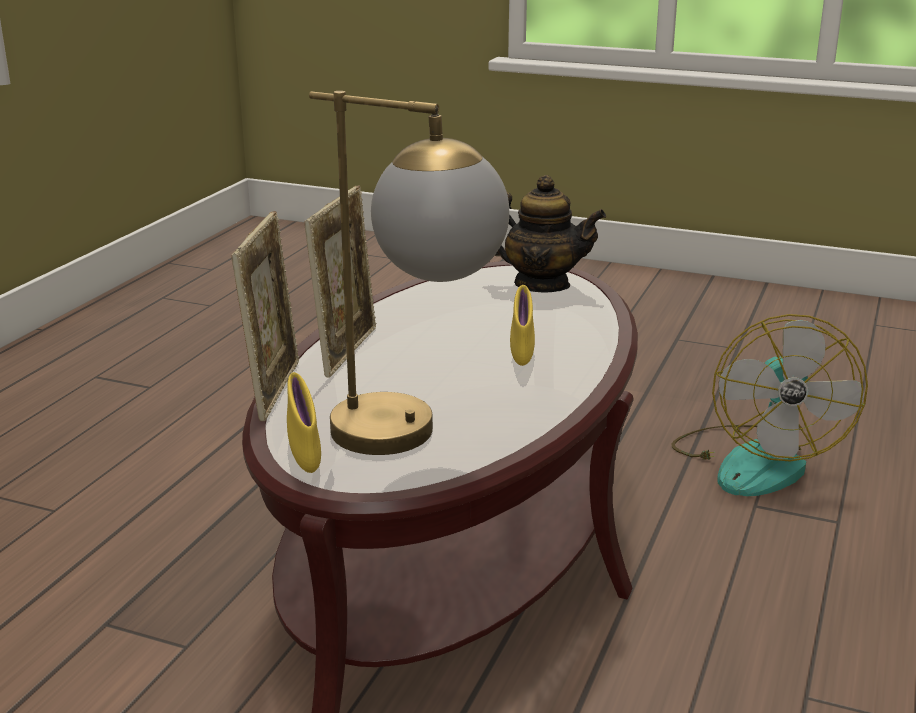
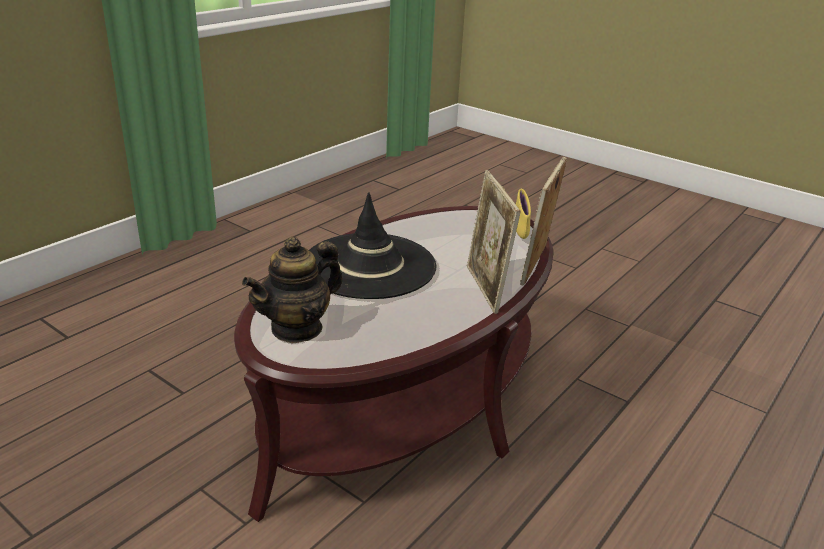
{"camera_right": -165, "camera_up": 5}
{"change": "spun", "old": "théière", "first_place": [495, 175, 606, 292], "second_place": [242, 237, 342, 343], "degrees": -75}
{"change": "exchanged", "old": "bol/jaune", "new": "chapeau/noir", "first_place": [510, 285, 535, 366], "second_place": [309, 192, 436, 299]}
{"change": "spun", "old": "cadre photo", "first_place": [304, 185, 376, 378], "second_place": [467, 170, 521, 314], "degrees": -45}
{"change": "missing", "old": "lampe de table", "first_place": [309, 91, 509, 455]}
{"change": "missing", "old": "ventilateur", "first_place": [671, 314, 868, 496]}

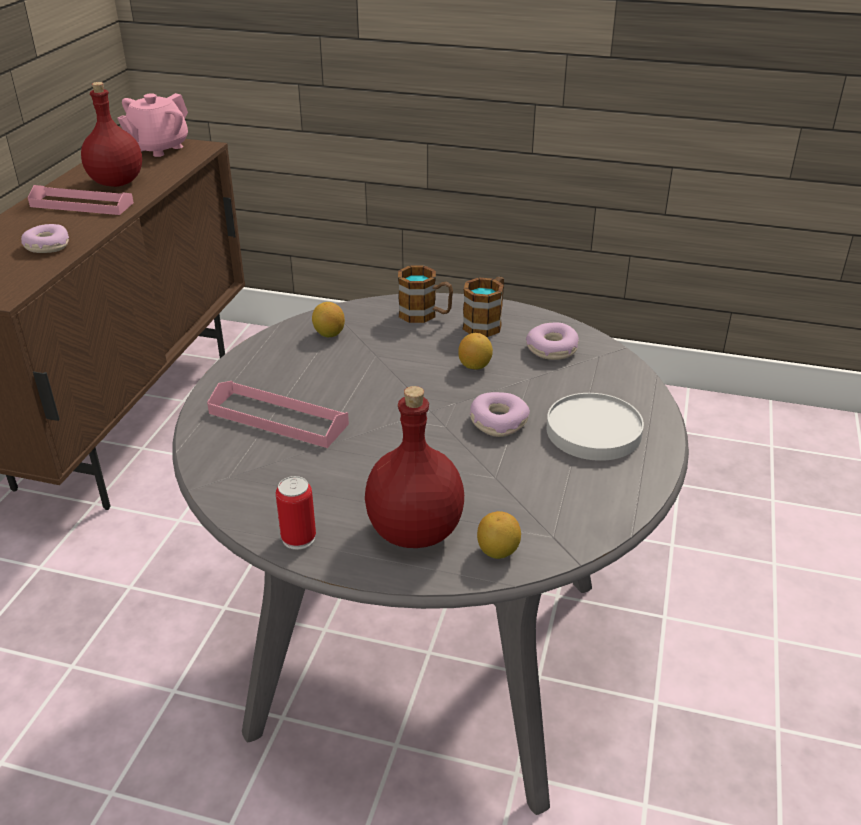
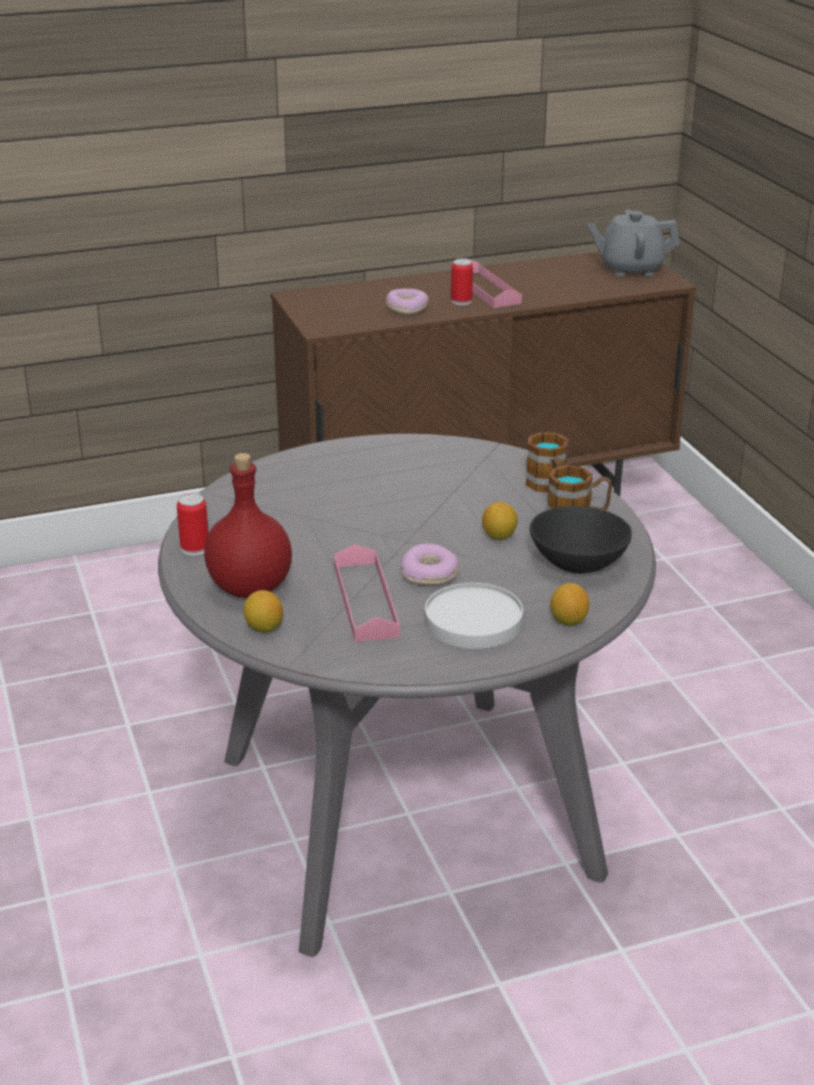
{"camera_right": 55, "camera_up": -5}
{"change": "relocated", "old": "plateau/rose", "first_place": [207, 381, 349, 448], "second_place": [334, 544, 400, 642]}
{"change": "appeared", "new": "boîte métallique", "second_place": [451, 259, 473, 305]}
{"change": "exchanged", "old": "beignet", "new": "bol/noir", "first_place": [526, 322, 579, 360], "second_place": [530, 506, 632, 573]}
{"change": "relocated", "old": "citron", "first_place": [312, 302, 345, 337], "second_place": [550, 583, 589, 625]}
{"change": "colour", "old": "théière/rose", "new": "théière/gris", "first_place": [118, 93, 188, 157], "second_place": [588, 210, 680, 276]}
{"change": "missing", "old": "bouteille/rouge", "first_place": [81, 82, 142, 187]}

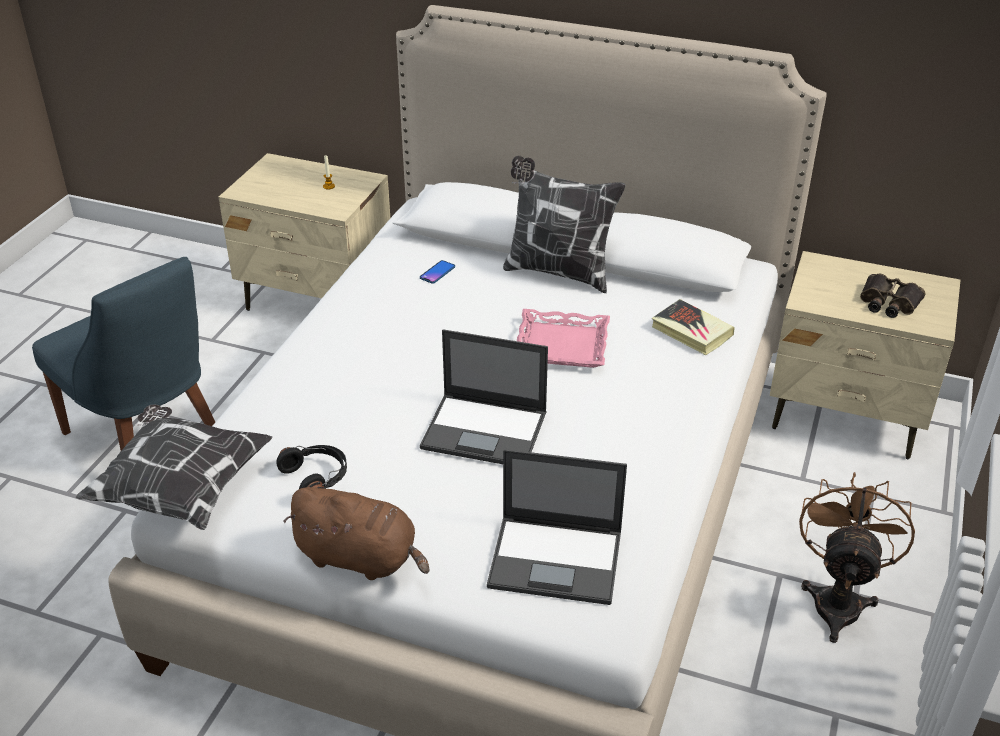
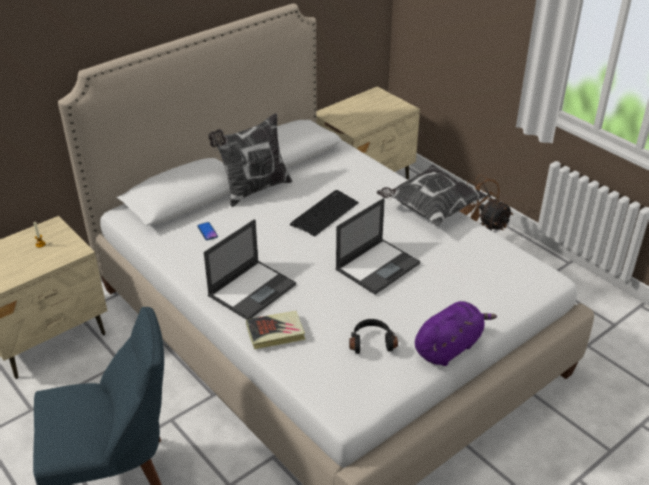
{"camera_right": -60, "camera_up": 0}
{"change": "relocated", "old": "ordinateur portable", "first_place": [487, 449, 627, 605], "second_place": [204, 219, 296, 319]}
{"change": "relocated", "old": "livre", "first_place": [652, 299, 734, 355], "second_place": [246, 311, 306, 350]}
{"change": "exchanged", "old": "plateau/rose", "new": "clavier", "first_place": [517, 309, 610, 368], "second_place": [290, 190, 359, 236]}
{"change": "relocated", "old": "coussin", "first_place": [76, 404, 273, 530], "second_place": [377, 165, 488, 226]}
{"change": "colour", "old": "peluche/marron", "new": "peluche/violet", "first_place": [283, 487, 429, 580], "second_place": [415, 301, 497, 366]}
{"change": "missing", "old": "jumelles", "first_place": [860, 274, 926, 318]}

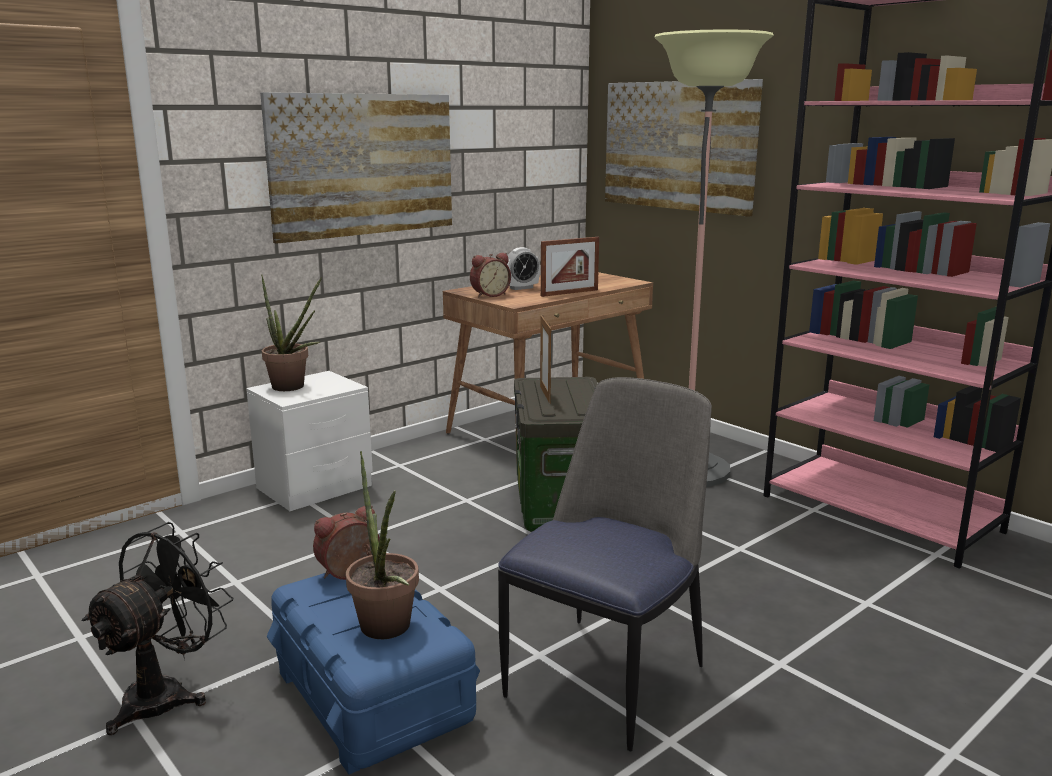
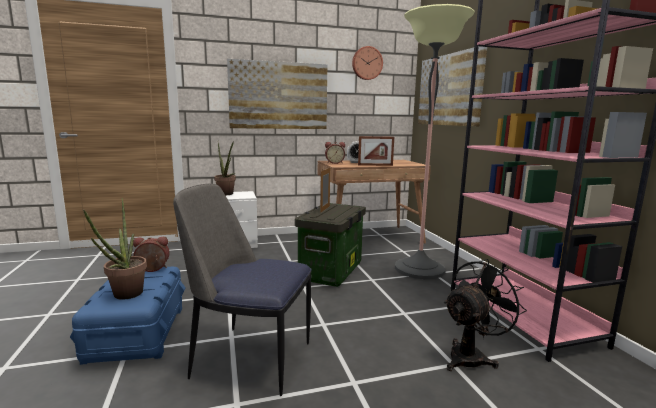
{"camera_right": 25, "camera_up": -5}
{"change": "spun", "old": "chaise", "first_place": [498, 377, 712, 751], "second_place": [173, 184, 312, 396], "degrees": -135}
{"change": "appeared", "new": "horloge murale", "second_place": [352, 46, 383, 80]}
{"change": "relocated", "old": "ventilateur/noir", "first_place": [82, 522, 233, 735], "second_place": [444, 259, 527, 371]}

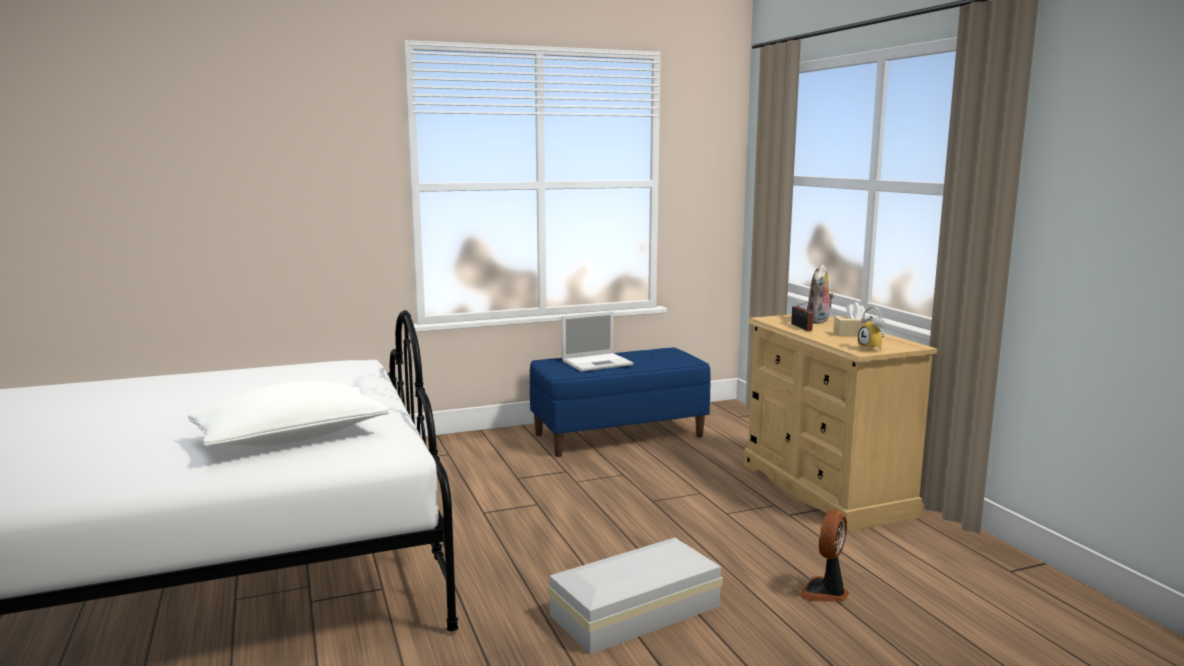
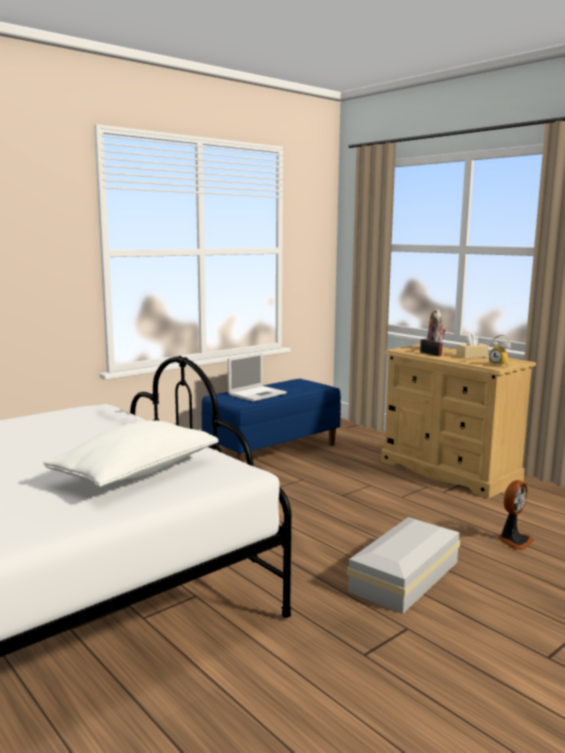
{"camera_right": -20, "camera_up": 0}
{"change": "spun", "old": "ventilateur", "first_place": [799, 509, 849, 601], "second_place": [497, 480, 534, 551], "degrees": -150}

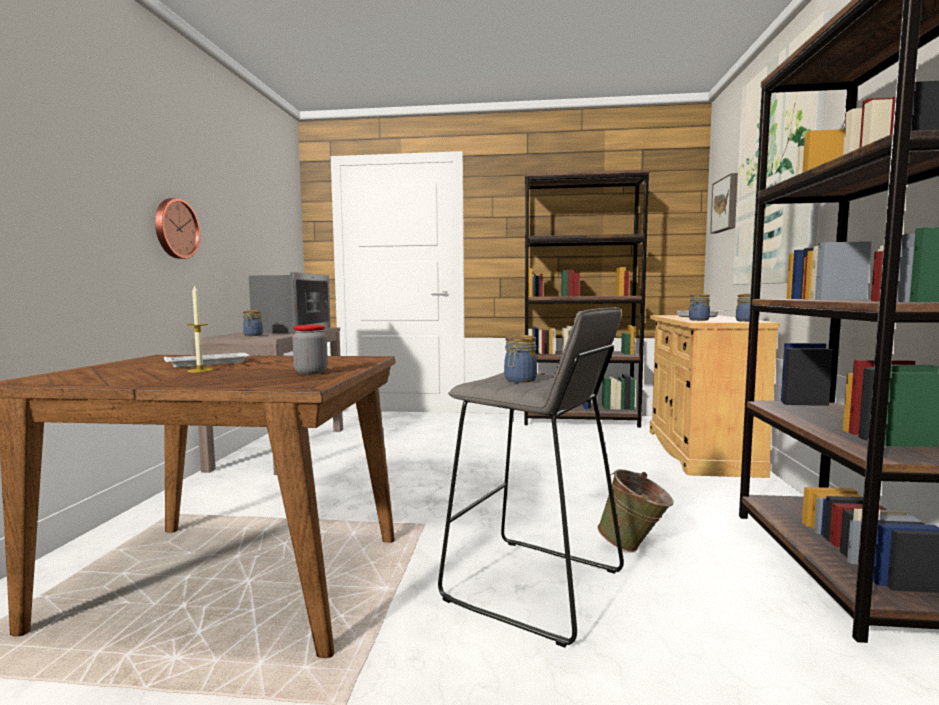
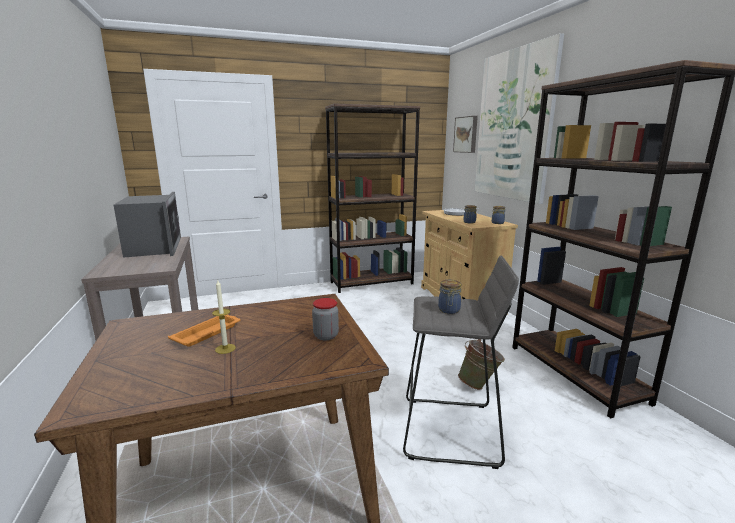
{"camera_right": -25, "camera_up": 10}
{"change": "colour", "old": "plateau/blanc", "new": "plateau/orange", "first_place": [164, 353, 251, 368], "second_place": [168, 315, 240, 347]}
{"change": "missing", "old": "horloge murale", "first_place": [155, 198, 200, 259]}
{"change": "missing", "old": "bocal", "first_place": [243, 310, 263, 336]}

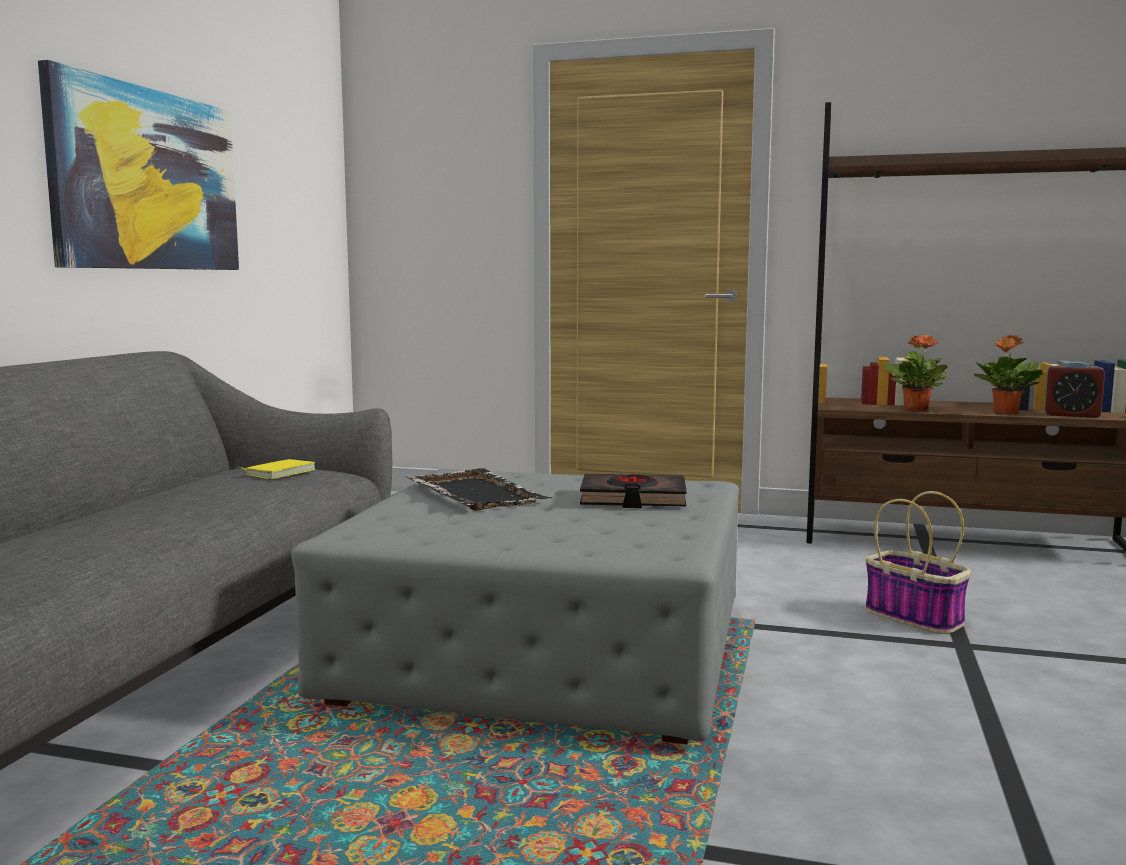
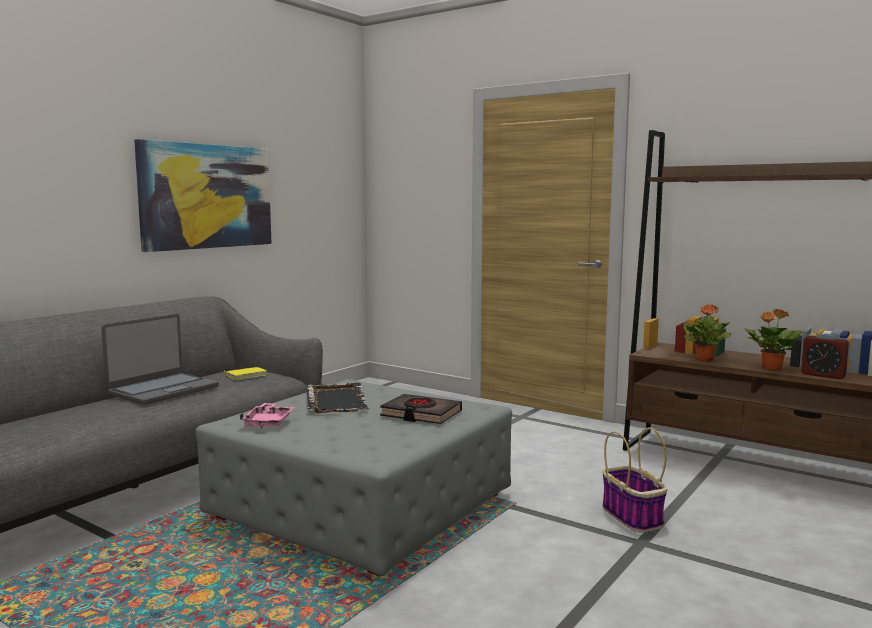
{"camera_right": 20, "camera_up": 0}
{"change": "appeared", "new": "ordinateur portable", "second_place": [101, 314, 219, 405]}
{"change": "appeared", "new": "plateau/rose", "second_place": [239, 403, 294, 428]}

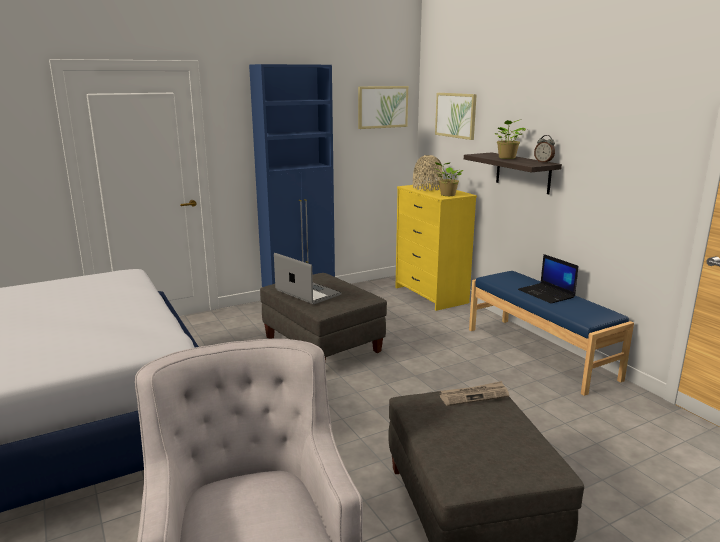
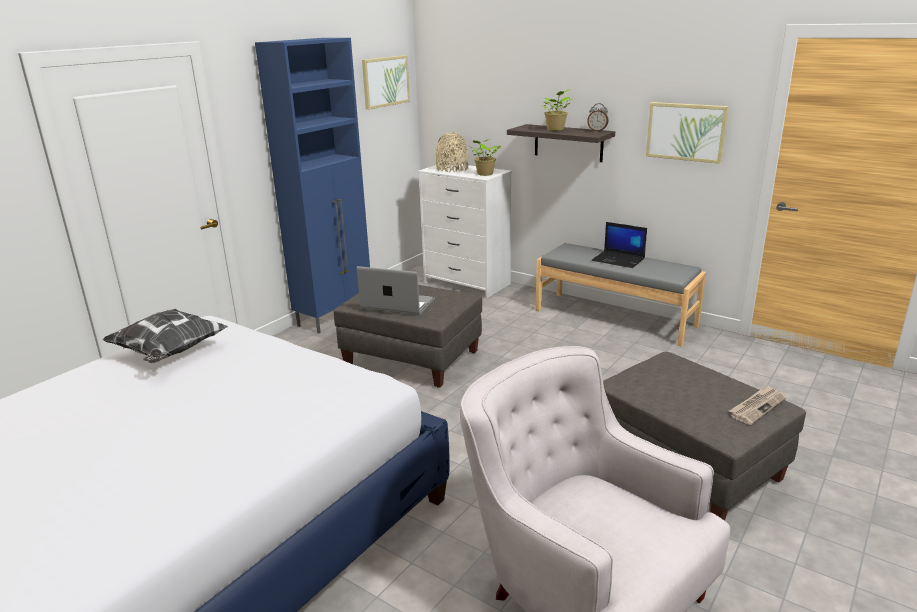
{"camera_right": -25, "camera_up": 5}
{"change": "appeared", "new": "coussin", "second_place": [102, 309, 228, 363]}
{"change": "colour", "old": "commode/jaune", "new": "commode/blanc", "first_place": [396, 183, 477, 311], "second_place": [418, 163, 512, 298]}
{"change": "colour", "old": "banc/bleu", "new": "banc/gris", "first_place": [469, 271, 634, 396], "second_place": [536, 243, 706, 347]}
{"change": "relocated", "old": "tableau", "first_place": [435, 93, 477, 140], "second_place": [646, 102, 729, 164]}
{"change": "relocated", "old": "journal", "first_place": [439, 381, 509, 406], "second_place": [729, 385, 786, 425]}

